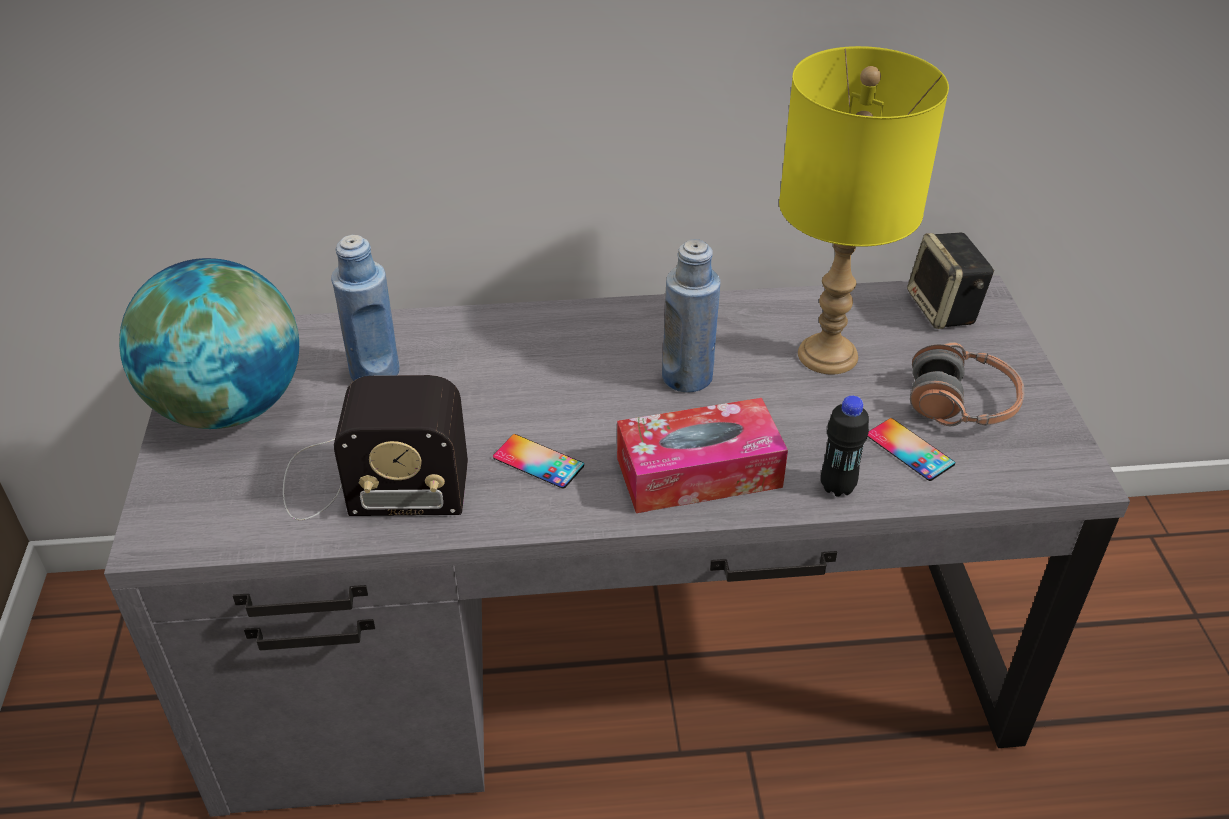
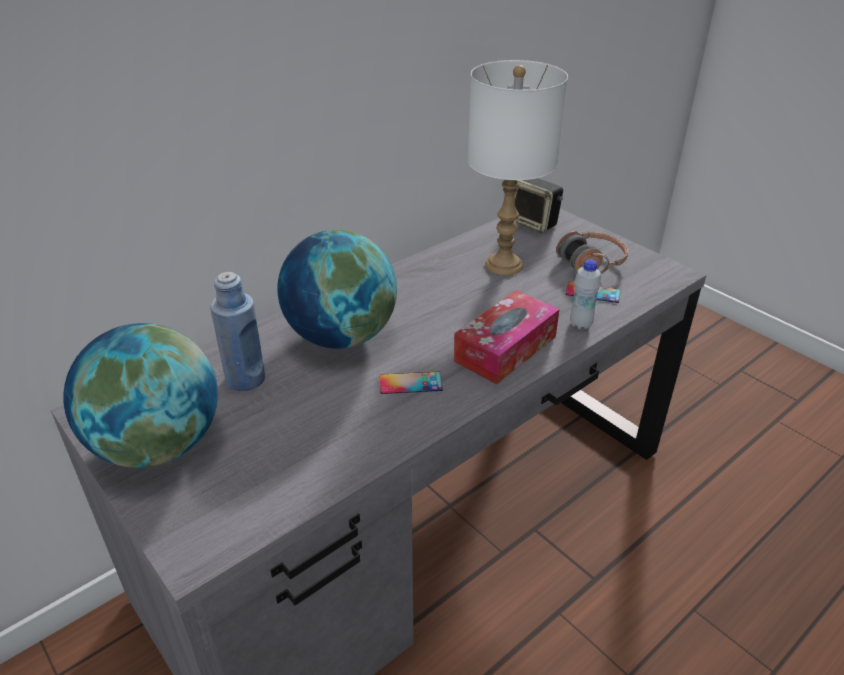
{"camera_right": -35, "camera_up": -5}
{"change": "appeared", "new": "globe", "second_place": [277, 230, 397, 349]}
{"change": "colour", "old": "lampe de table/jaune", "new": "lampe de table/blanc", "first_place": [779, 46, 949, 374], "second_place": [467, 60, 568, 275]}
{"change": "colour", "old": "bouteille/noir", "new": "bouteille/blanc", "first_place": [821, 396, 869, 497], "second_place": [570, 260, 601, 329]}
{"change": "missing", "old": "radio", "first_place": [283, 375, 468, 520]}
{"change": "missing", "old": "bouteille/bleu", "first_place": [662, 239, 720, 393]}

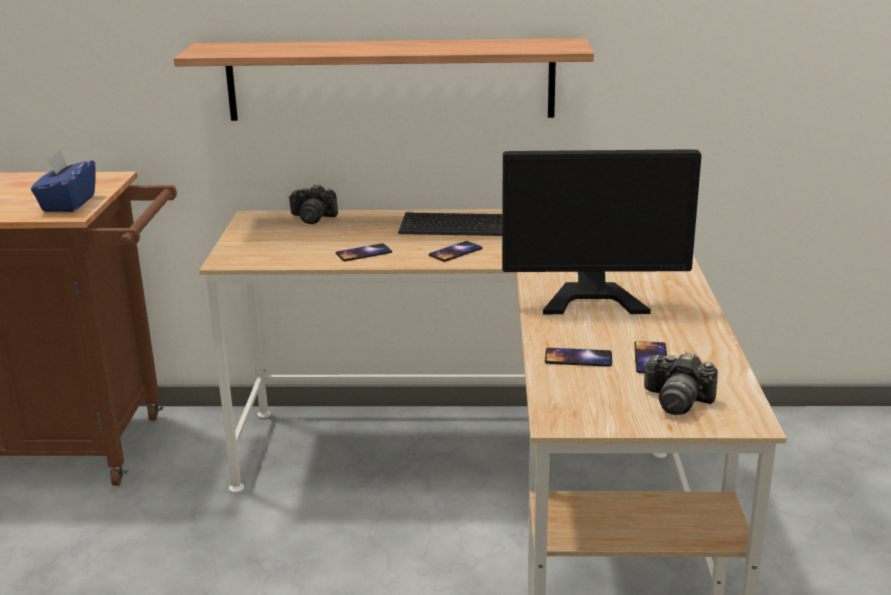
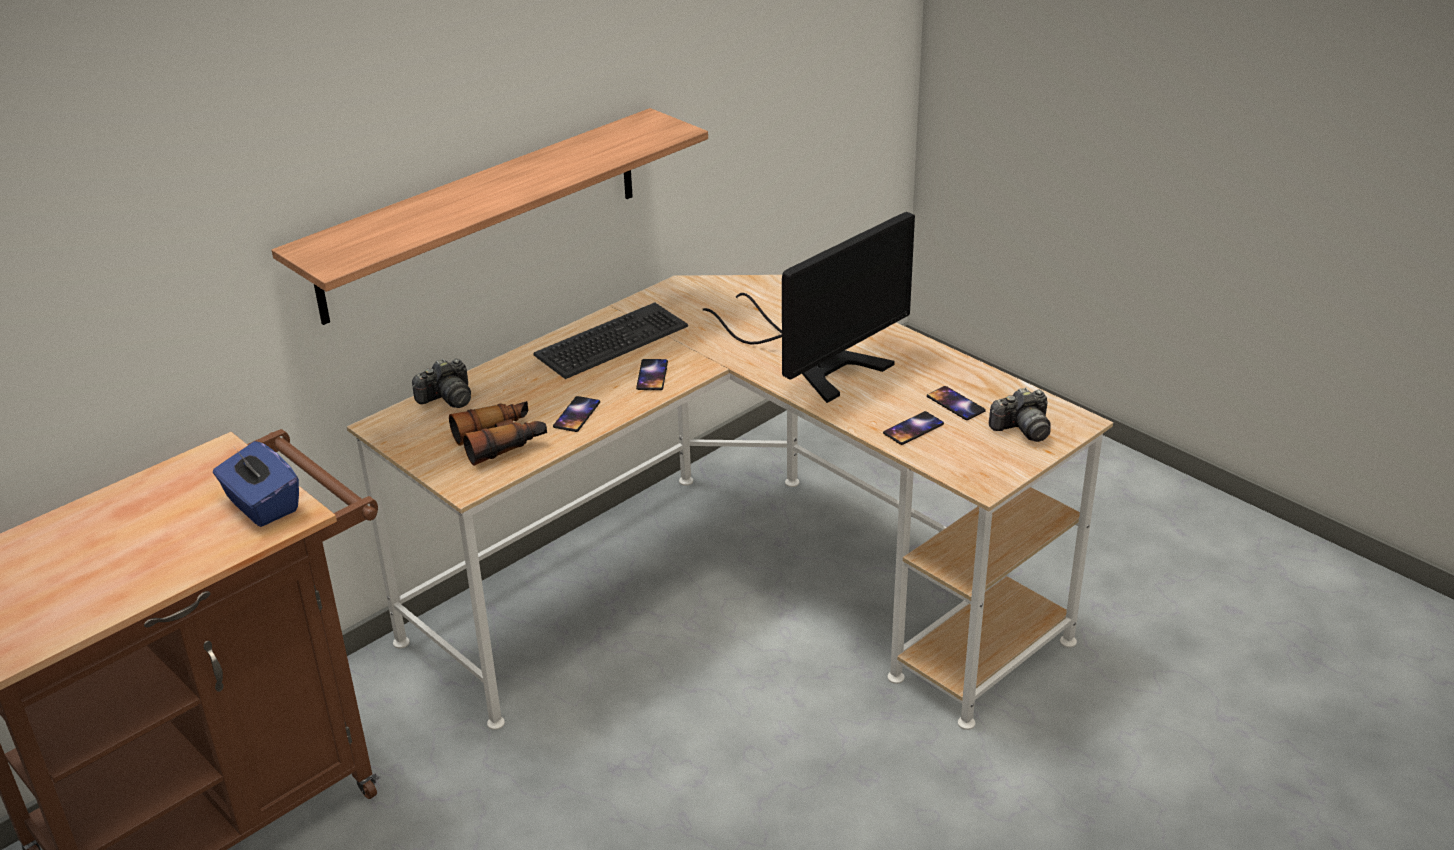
{"camera_right": -45, "camera_up": 10}
{"change": "appeared", "new": "jumelles", "second_place": [449, 401, 547, 466]}

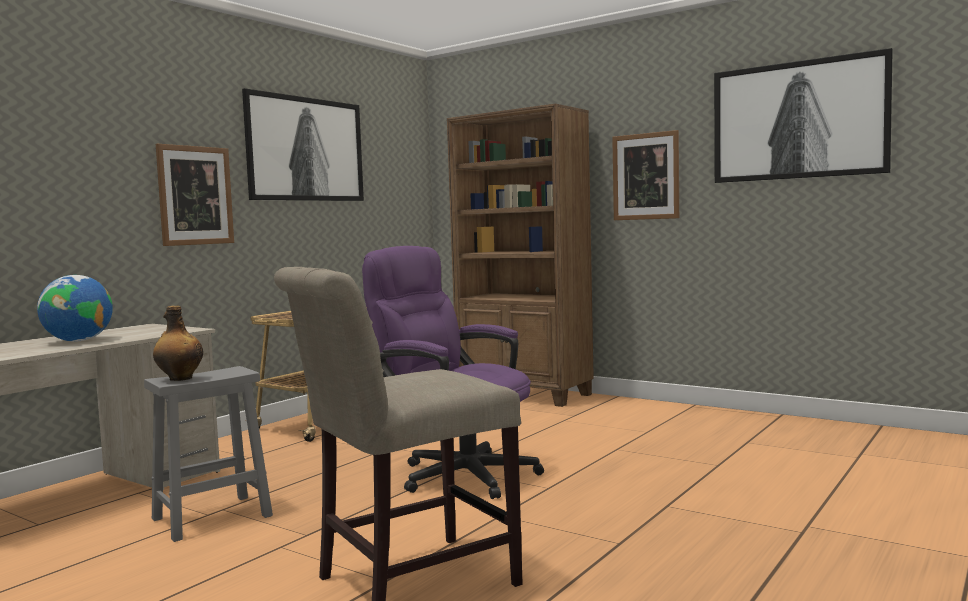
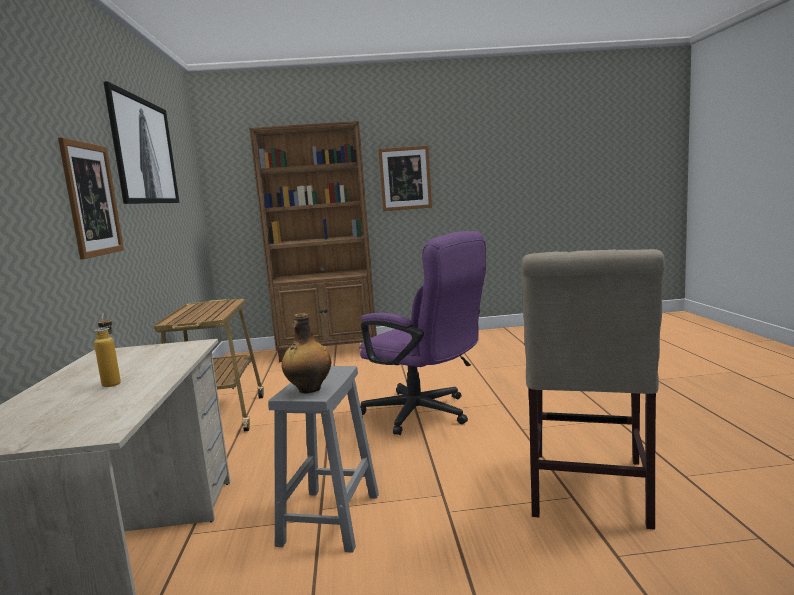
{"camera_right": -40, "camera_up": 5}
{"change": "exchanged", "old": "globe", "new": "bouteille", "first_place": [37, 275, 113, 342], "second_place": [94, 313, 121, 387]}
{"change": "spun", "old": "chaise de bureau/violet", "first_place": [362, 246, 544, 499], "second_place": [359, 231, 486, 435], "degrees": -135}
{"change": "missing", "old": "tableau", "first_place": [714, 48, 893, 183]}

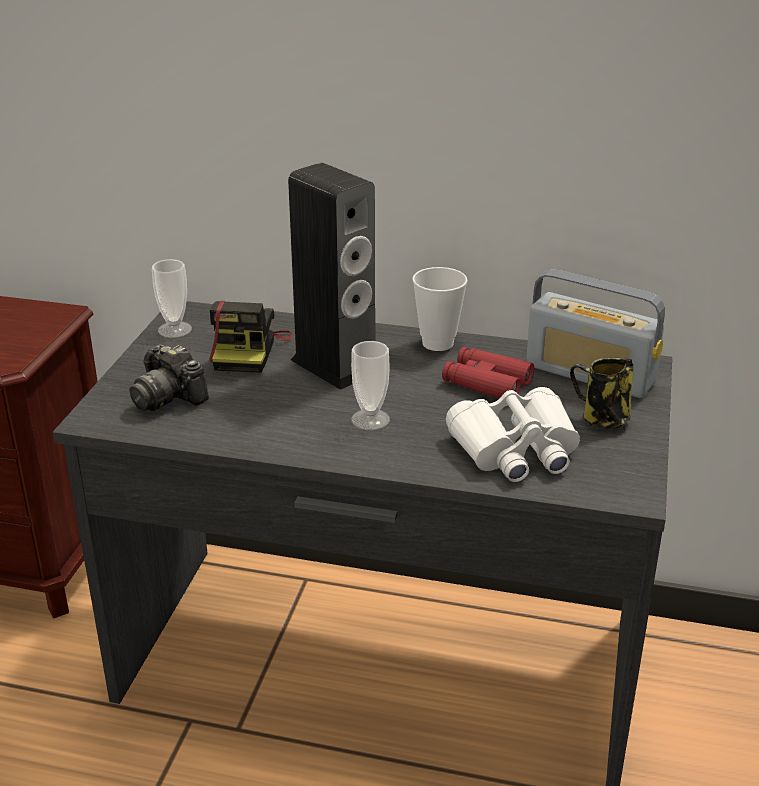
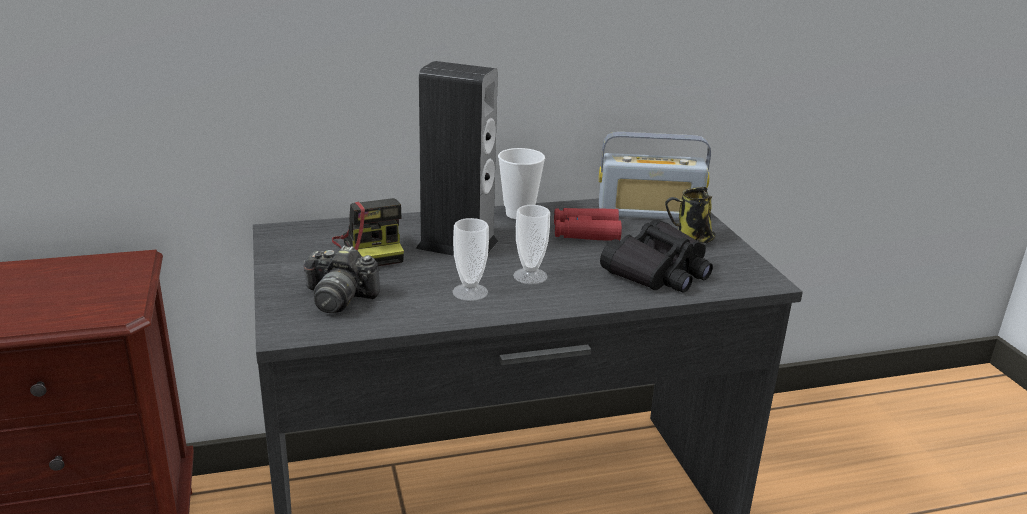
{"camera_right": -30, "camera_up": -5}
{"change": "relocated", "old": "tasse", "first_place": [152, 259, 192, 338], "second_place": [452, 218, 489, 301]}
{"change": "colour", "old": "jumelles/blanc", "new": "jumelles/noir", "first_place": [446, 387, 580, 482], "second_place": [600, 219, 713, 293]}

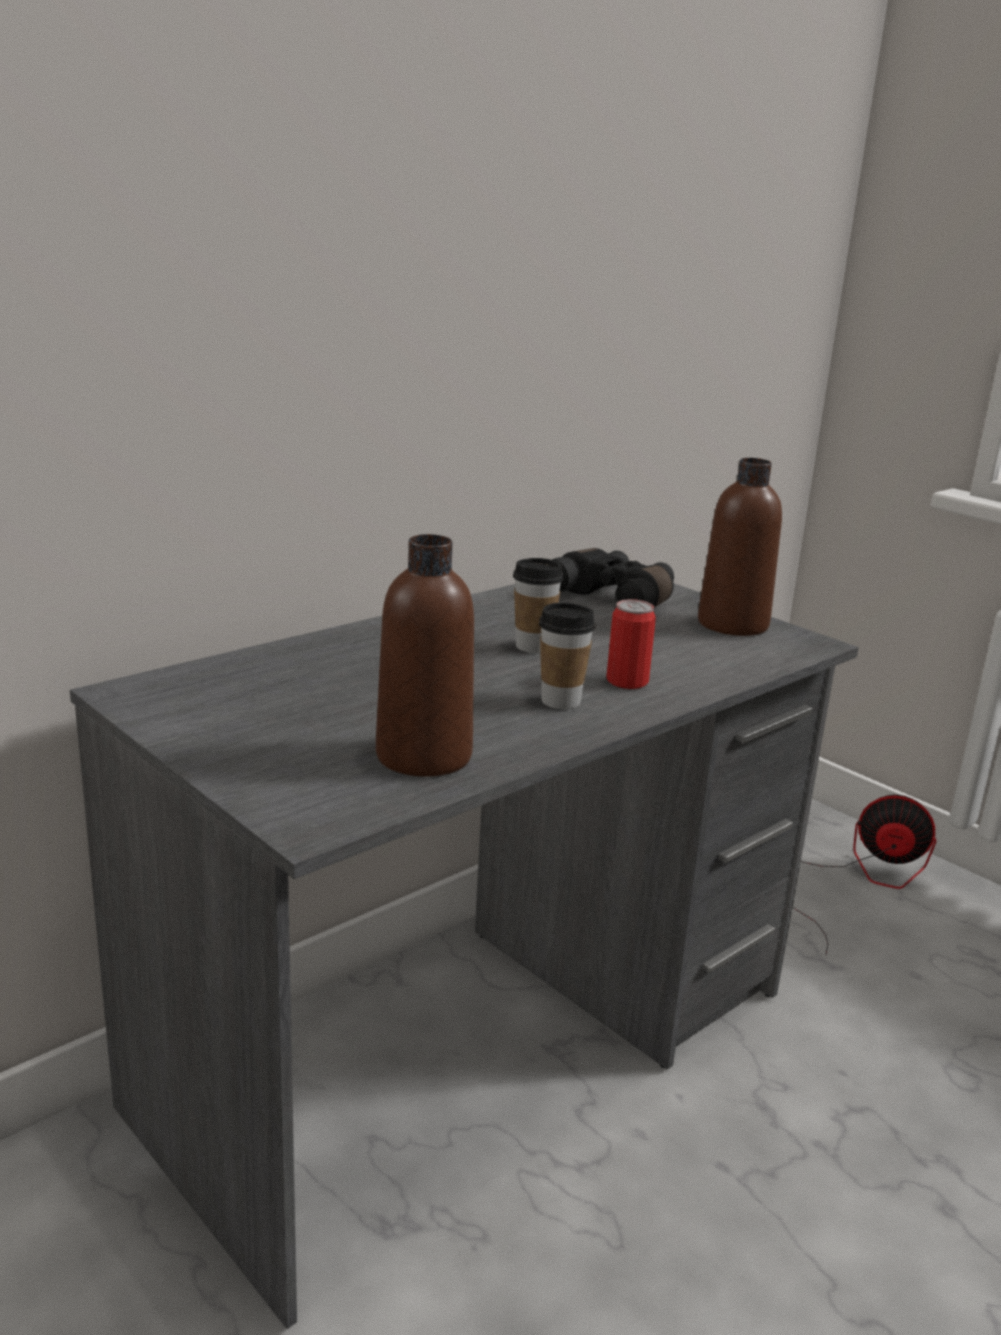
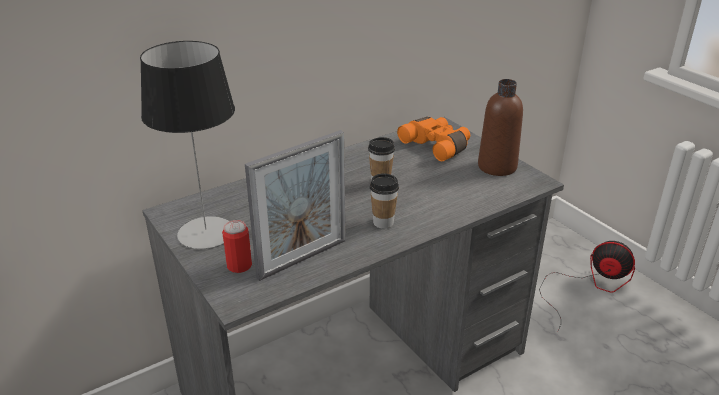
{"camera_right": 10, "camera_up": 10}
{"change": "appeared", "new": "lampe de table", "second_place": [140, 41, 235, 249]}
{"change": "relocated", "old": "boîte métallique", "first_place": [606, 599, 656, 689], "second_place": [222, 220, 252, 273]}
{"change": "exchanged", "old": "bouteille/marron", "new": "cadre photo", "first_place": [376, 534, 474, 777], "second_place": [245, 130, 346, 281]}
{"change": "colour", "old": "jumelles/noir", "new": "jumelles/orange", "first_place": [552, 548, 674, 608], "second_place": [397, 117, 470, 161]}

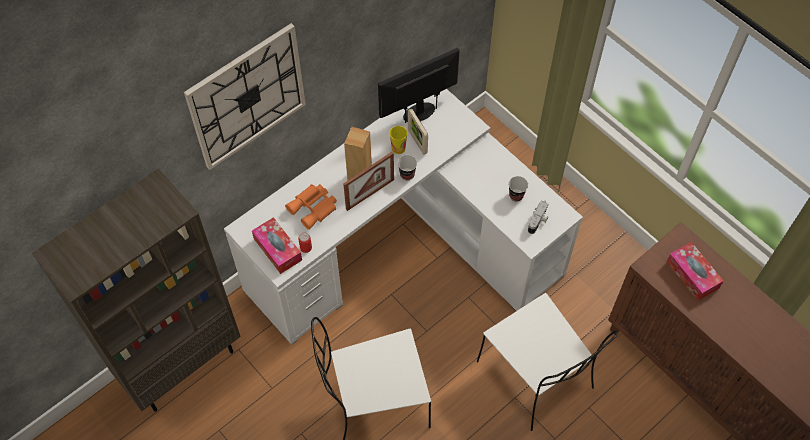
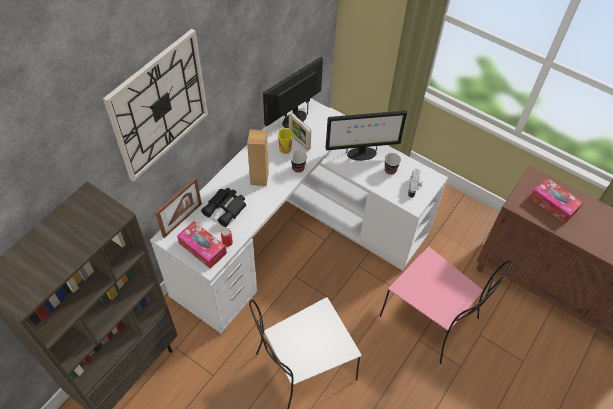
{"camera_right": -15, "camera_up": -5}
{"change": "relocated", "old": "cadre photo", "first_place": [343, 152, 394, 211], "second_place": [155, 178, 202, 238]}
{"change": "colour", "old": "jumelles/orange", "new": "jumelles/noir", "first_place": [285, 184, 337, 230], "second_place": [201, 188, 246, 227]}
{"change": "appeared", "new": "écran d'ordinateur", "second_place": [326, 111, 407, 161]}
{"change": "colour", "old": "chaise/blanc", "new": "chaise/rose", "first_place": [477, 293, 617, 431], "second_place": [380, 246, 512, 364]}

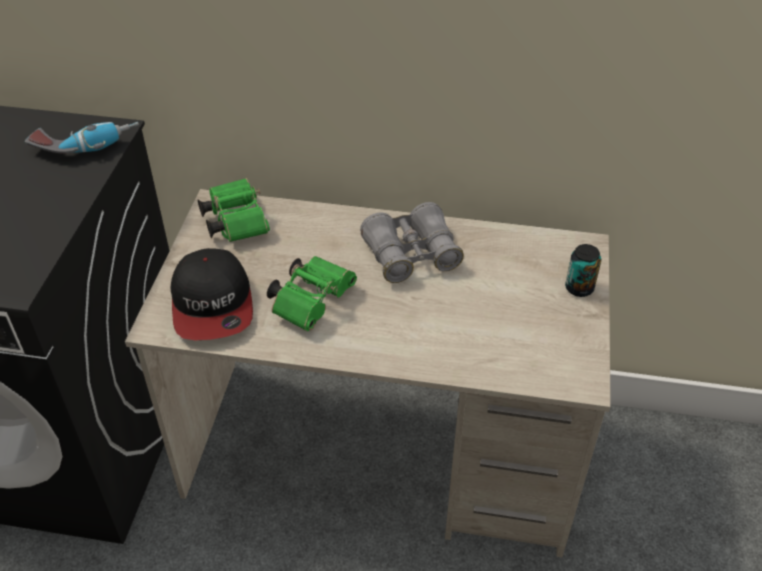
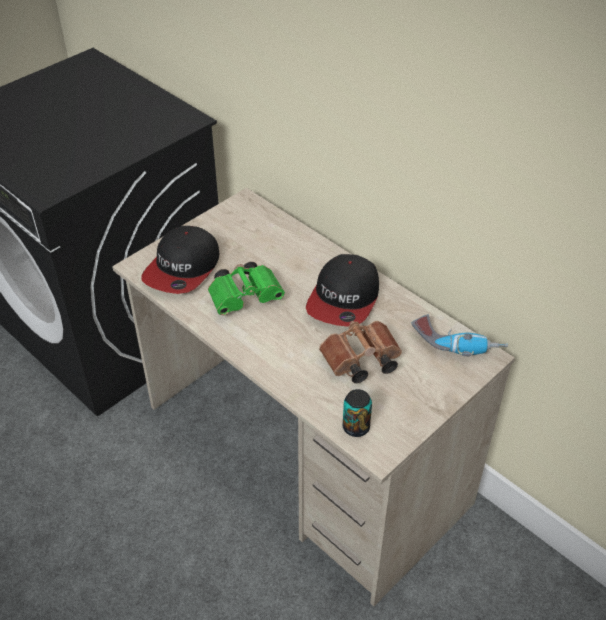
{"camera_right": 35, "camera_up": 0}
{"change": "exchanged", "old": "jumelles/gris", "new": "casquette", "first_place": [360, 202, 464, 283], "second_place": [306, 254, 379, 327]}
{"change": "appeared", "new": "jumelles/marron", "second_place": [319, 321, 402, 383]}
{"change": "relocated", "old": "boîte métallique", "first_place": [565, 244, 601, 297], "second_place": [343, 389, 372, 437]}
{"change": "relocated", "old": "perceuse", "first_place": [25, 122, 139, 154], "second_place": [411, 314, 508, 356]}
{"change": "missing", "old": "jumelles/vert", "first_place": [198, 178, 270, 242]}

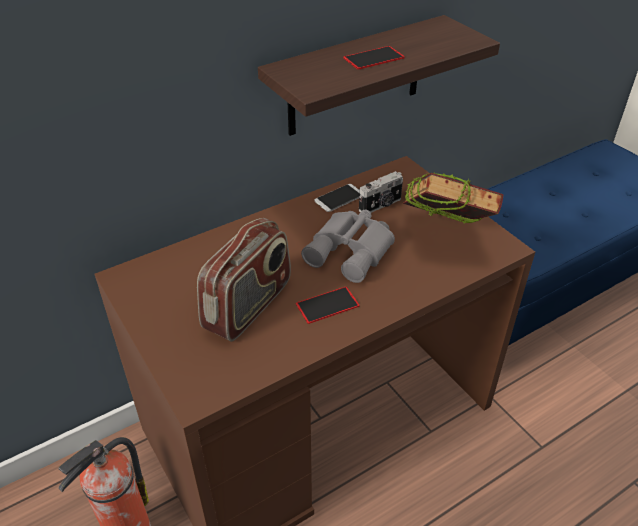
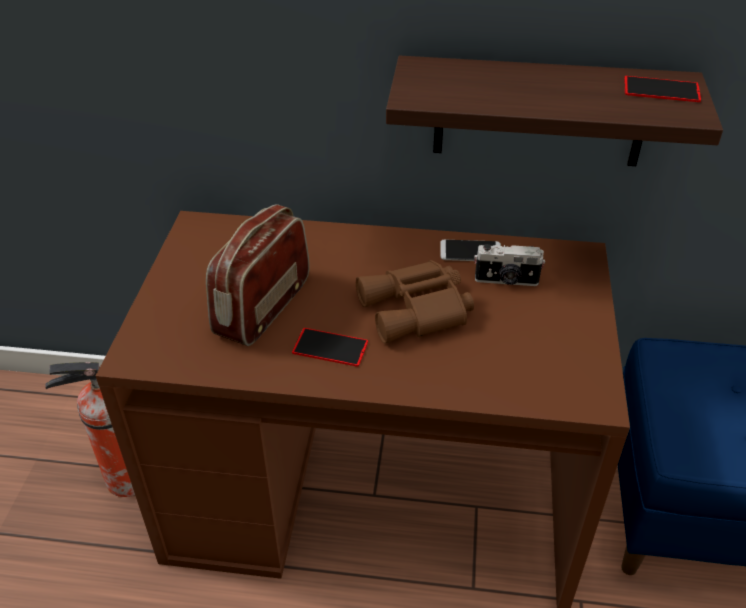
{"camera_right": 40, "camera_up": 0}
{"change": "spun", "old": "radio", "first_place": [197, 218, 291, 342], "second_place": [206, 204, 310, 346], "degrees": 135}
{"change": "colour", "old": "jumelles/gris", "new": "jumelles/marron", "first_place": [301, 209, 395, 283], "second_place": [356, 260, 474, 344]}
{"change": "relocated", "old": "téléphone", "first_place": [343, 46, 405, 70], "second_place": [625, 76, 701, 102]}
{"change": "missing", "old": "livre", "first_place": [403, 173, 504, 224]}

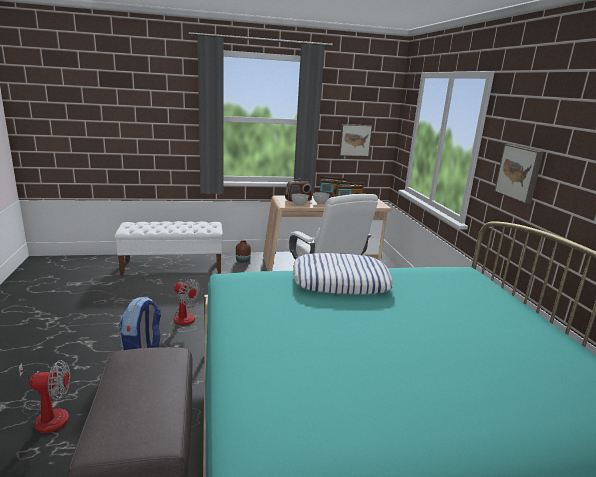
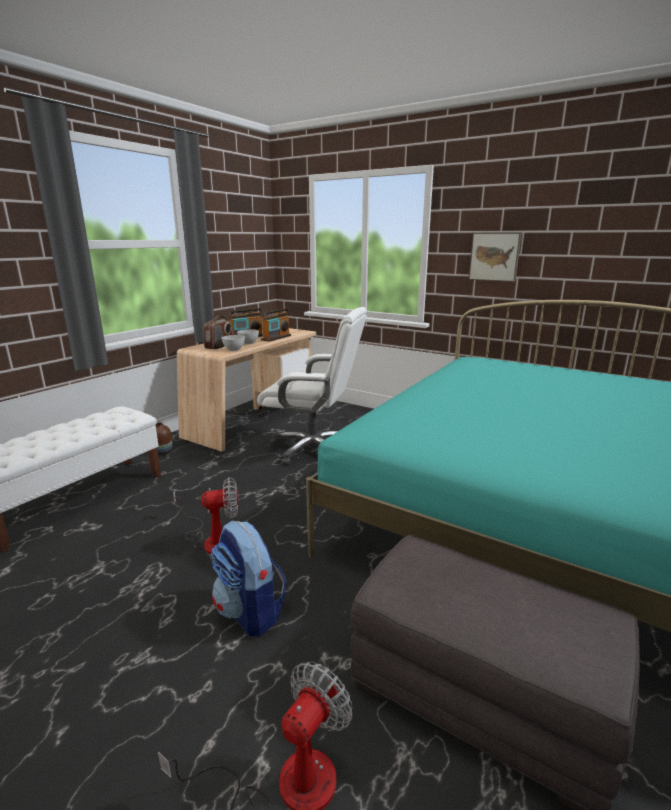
{"camera_right": -45, "camera_up": 0}
{"change": "missing", "old": "coussin", "first_place": [293, 253, 393, 294]}
{"change": "missing", "old": "tableau", "first_place": [339, 124, 372, 157]}

